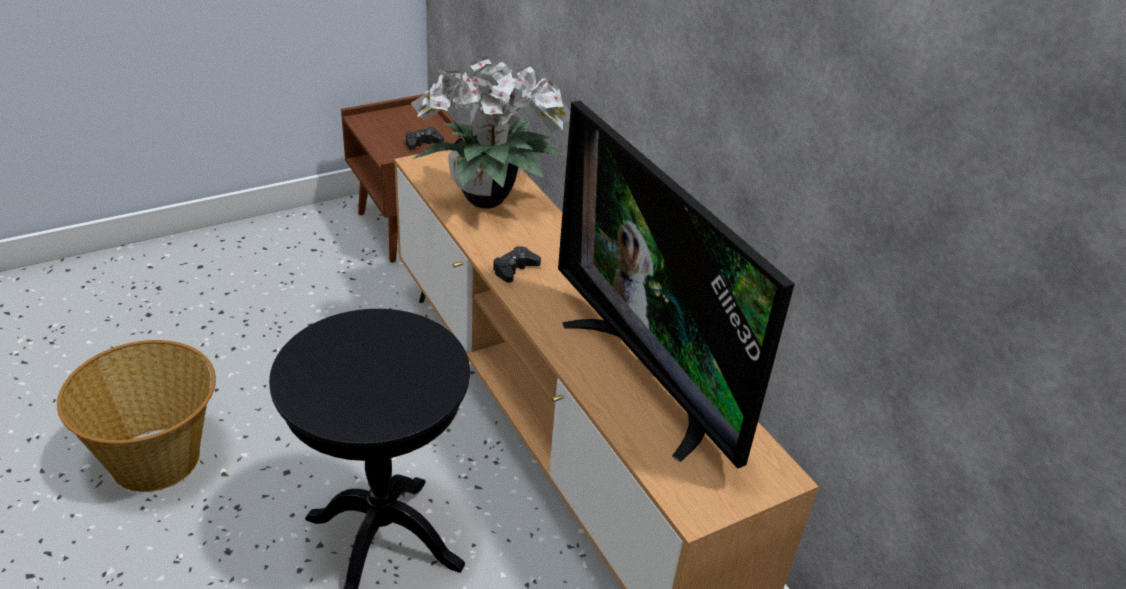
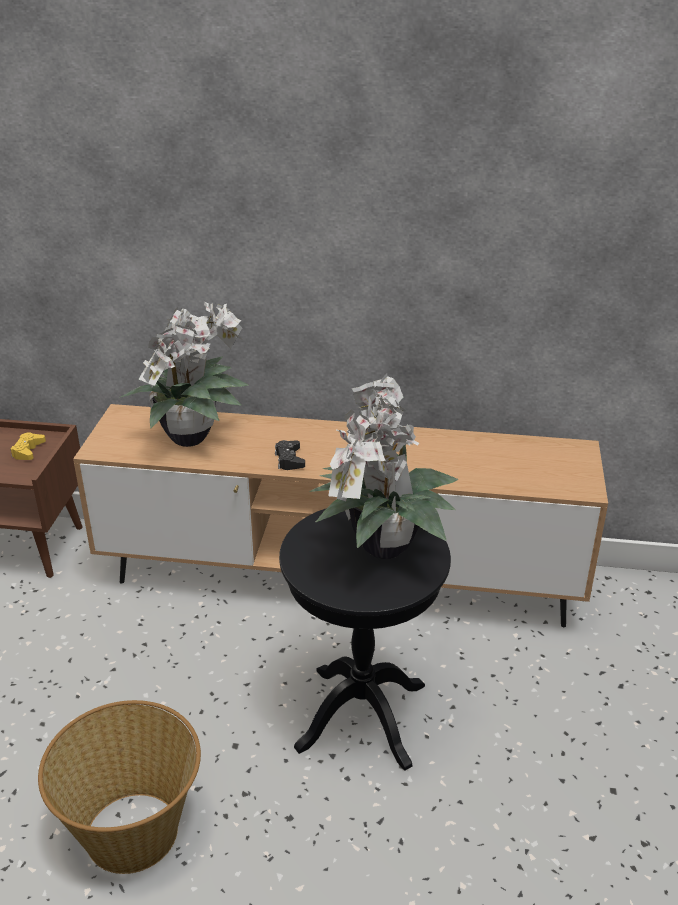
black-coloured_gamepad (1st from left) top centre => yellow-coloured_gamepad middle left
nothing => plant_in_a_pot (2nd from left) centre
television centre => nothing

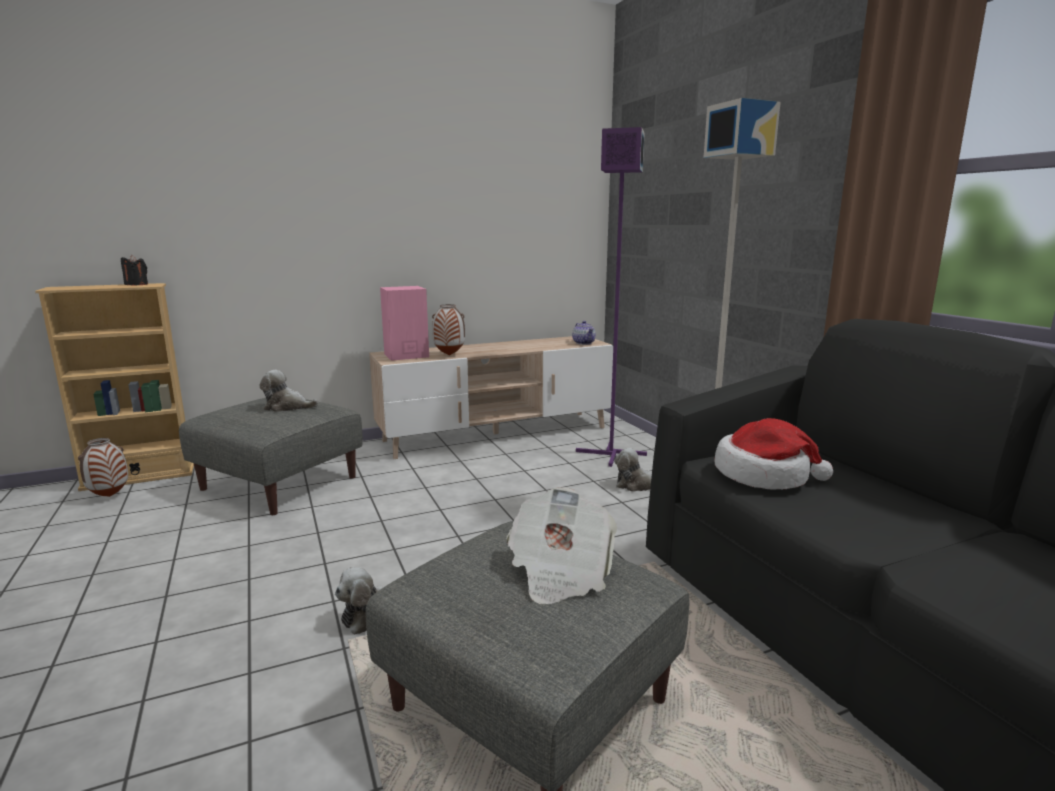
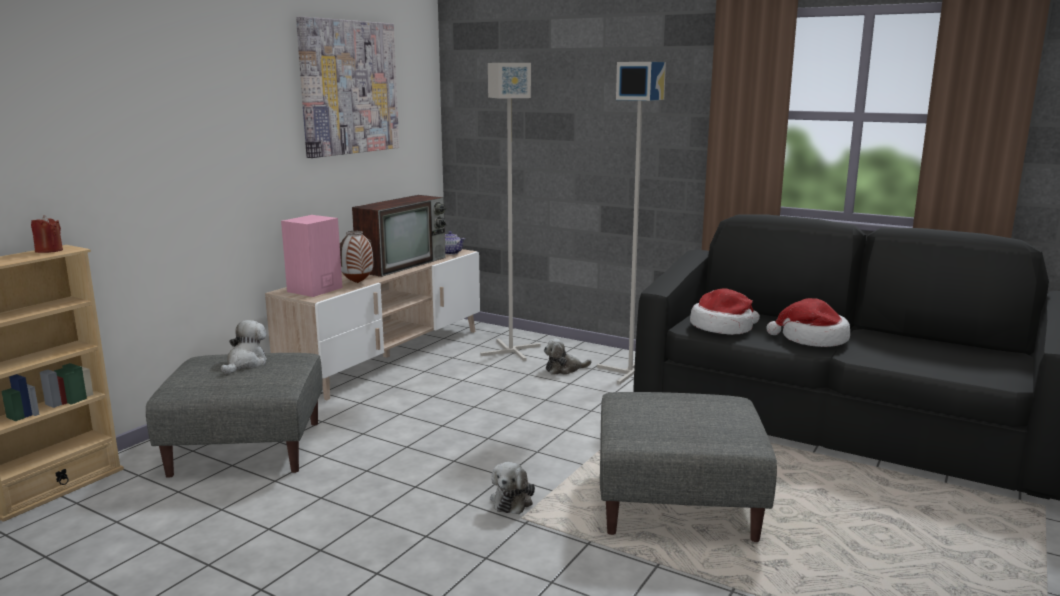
black-coloured_wax_light middle left => red-coloured_wax_light middle left
soft_toy (1st from left) middle left, 135 degrees clockwise
nothing => picture top left
nothing => television centre
purple-coloured_standing_lamp centre => grey_standing_lamp (1st from left) centre
nothing => clothing_hat (2nd from left) middle right
decorative_vase (1st from left) middle left => nothing
newspaper bottom centre => nothing

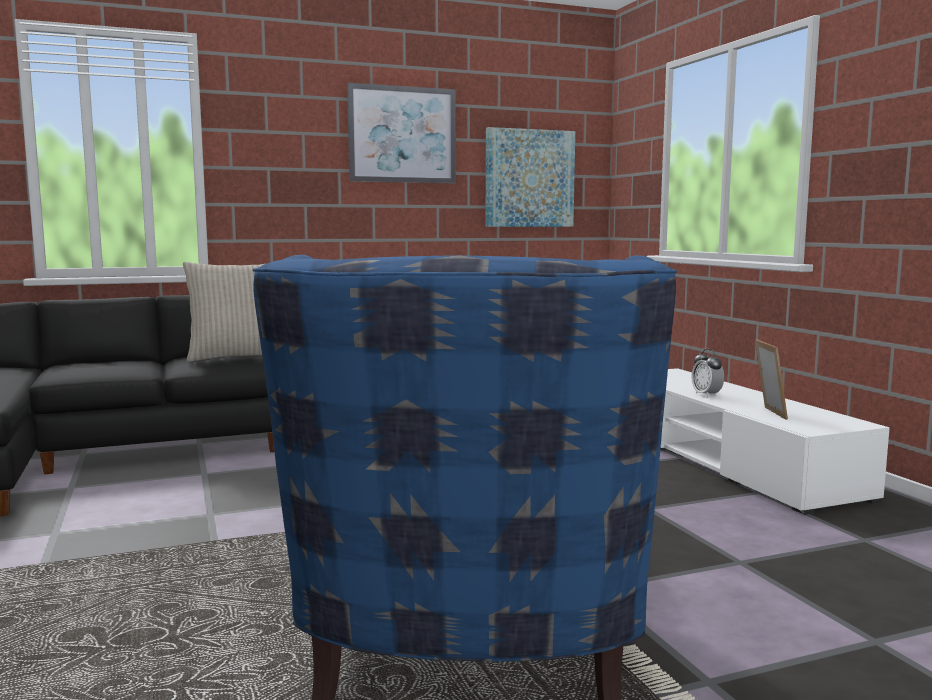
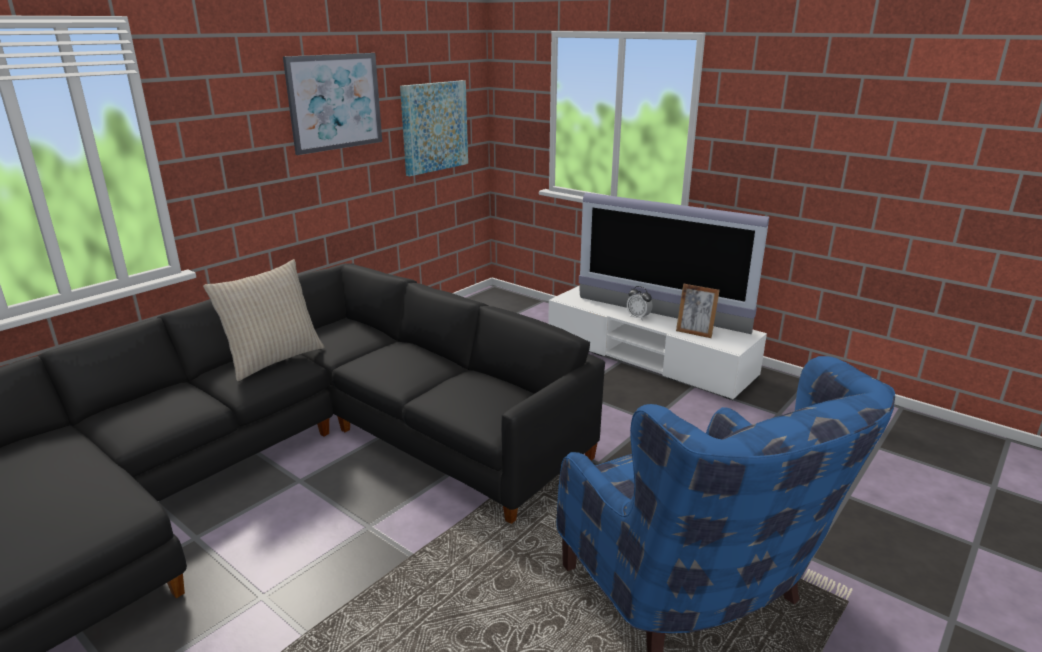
nothing => television centre
standing_frame middle right, 150 degrees clockwise

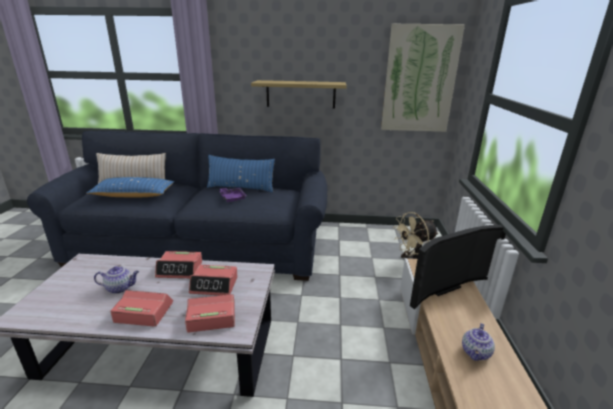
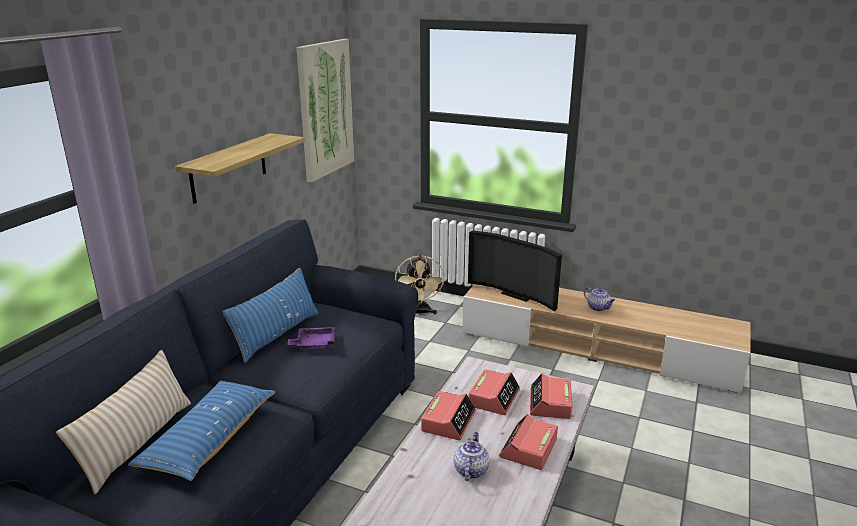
television middle right => television centre, 135 degrees clockwise

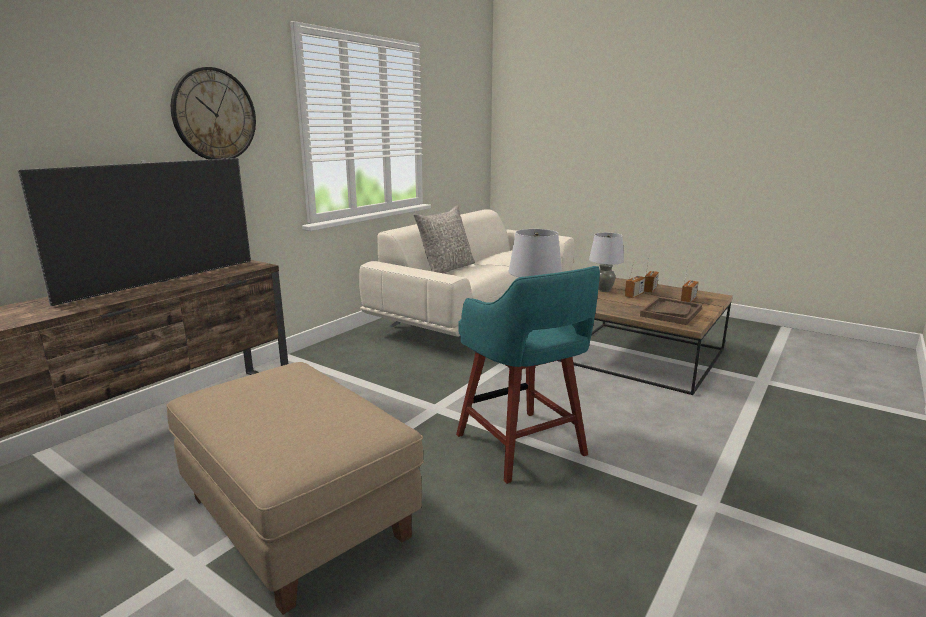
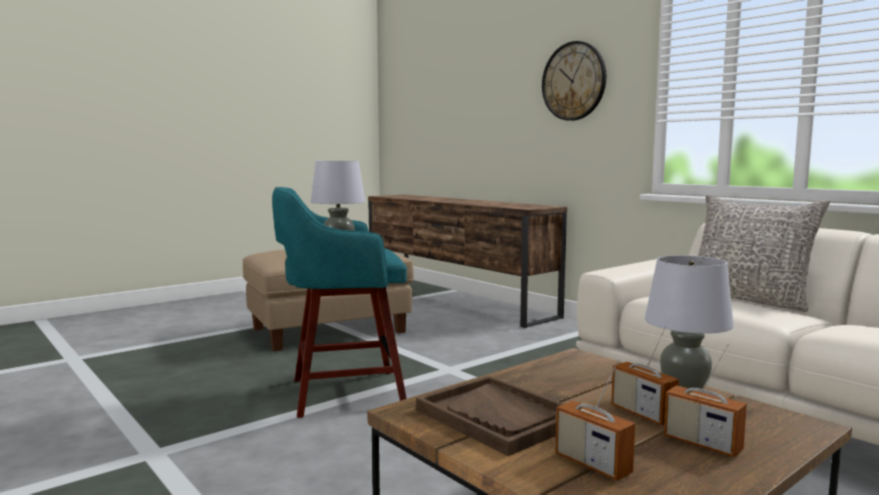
television middle left => nothing

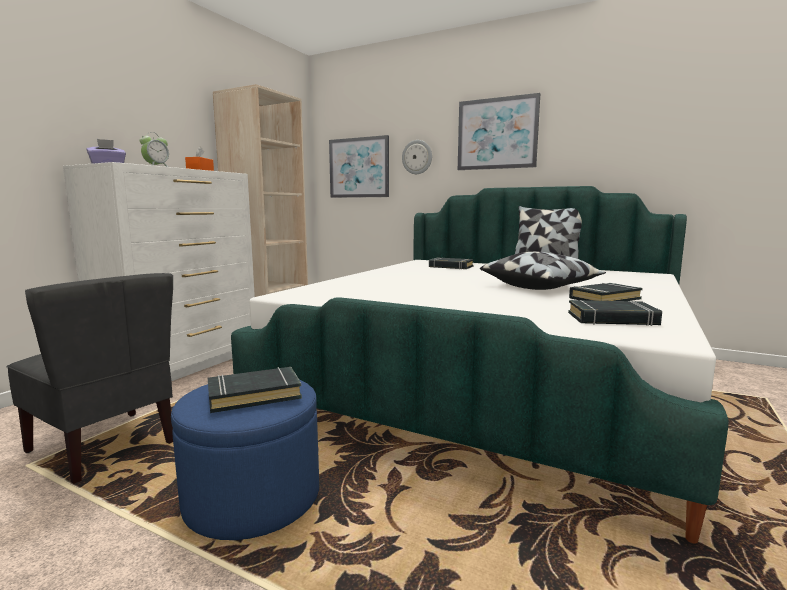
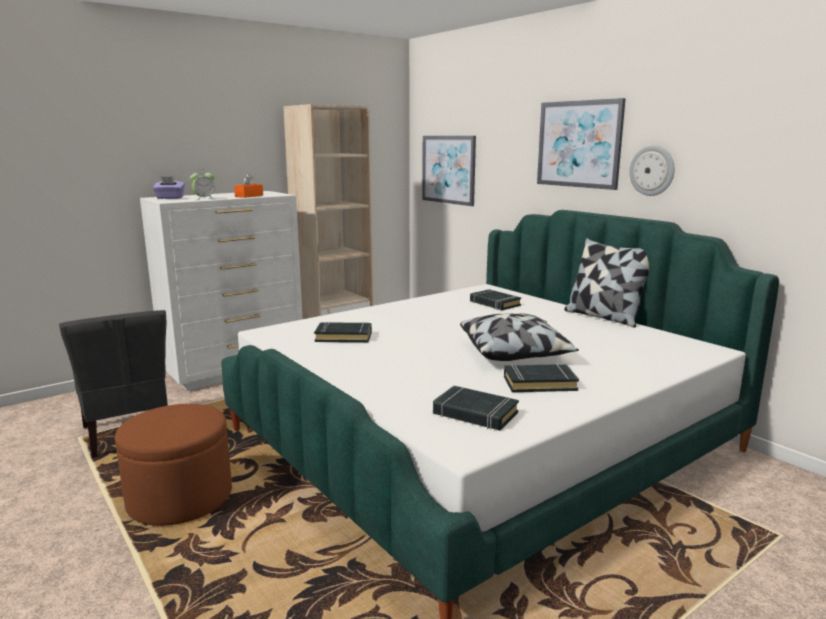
bluish_pouffe bottom left => brown_pouffe bottom left
black-coloured_book (1st from left) middle left => black-coloured_book (1st from left) centre, move
wall_clock top centre => wall_clock top right, move

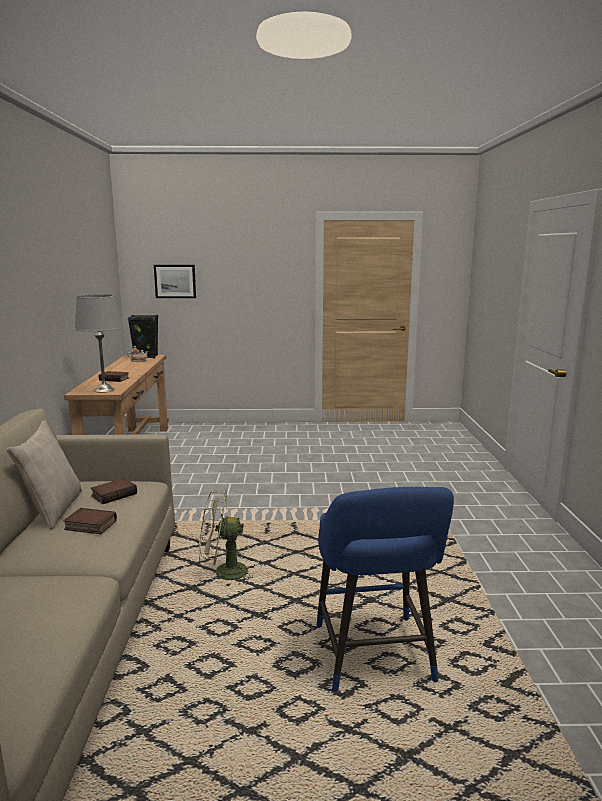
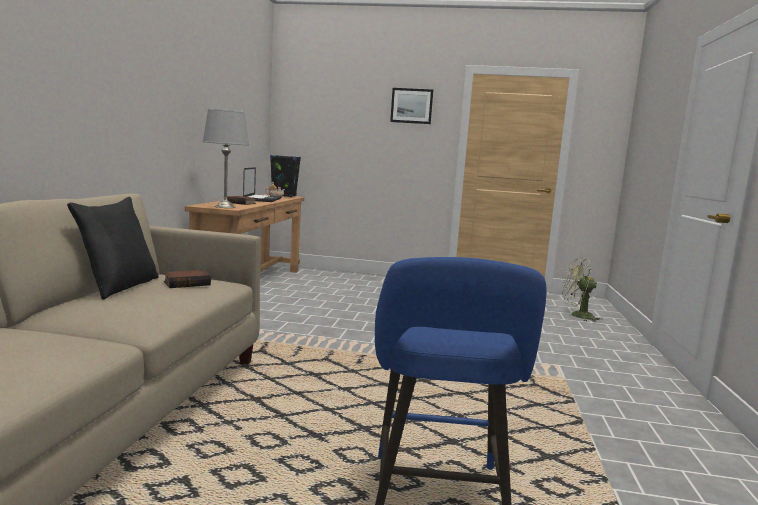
beige-coloured_cushion middle left => black-coloured_cushion middle left
nothing => notebook_computer centre
picture middle left => picture top centre, move
greenish_fan bottom centre => greenish_fan middle right, move
book (1st from left) middle left => nothing

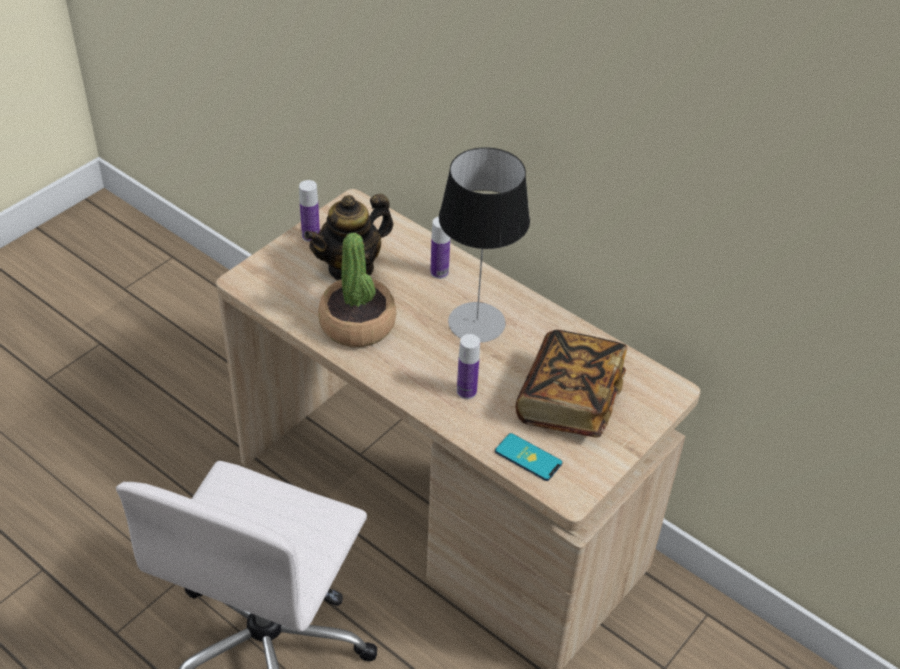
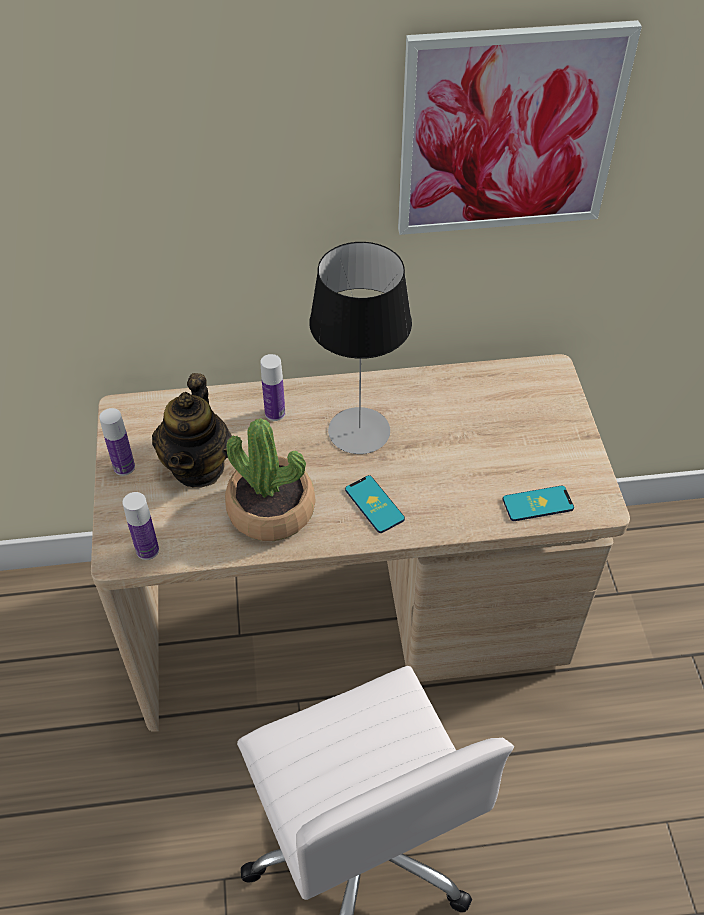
beverage_bottle (3rd from left in the first image) centre => beverage_bottle (2nd from left) middle left, move
nothing => telephone (1st from left) centre
nothing => picture top right
book centre => nothing

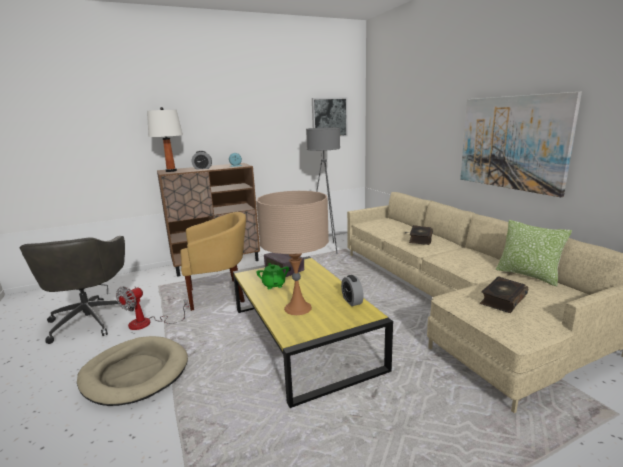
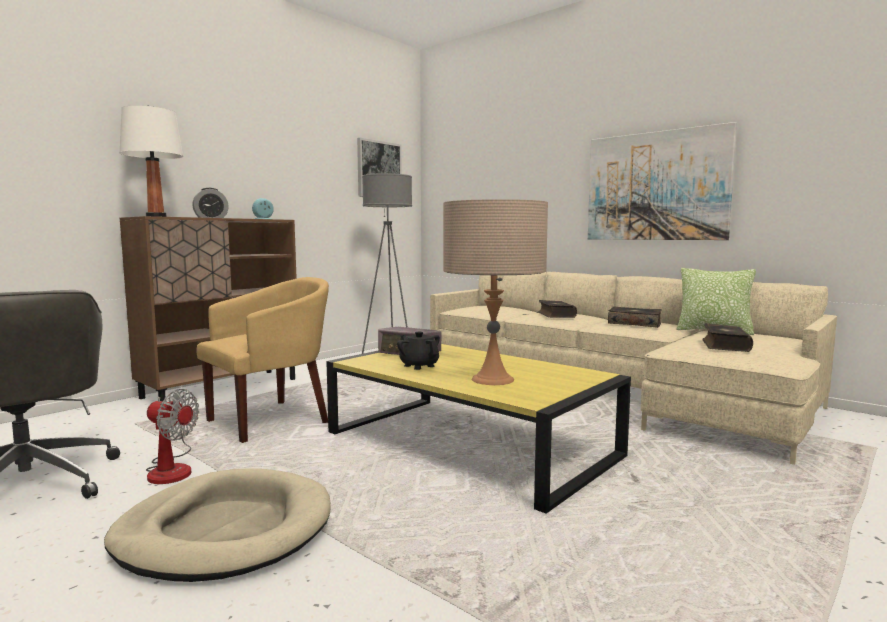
fan middle left => fan bottom left, 75 degrees counterclockwise
greenish_teapot centre => black-coloured_teapot centre
nothing => book (2nd from left) middle right
bedside_clock (3rd from left) centre => nothing

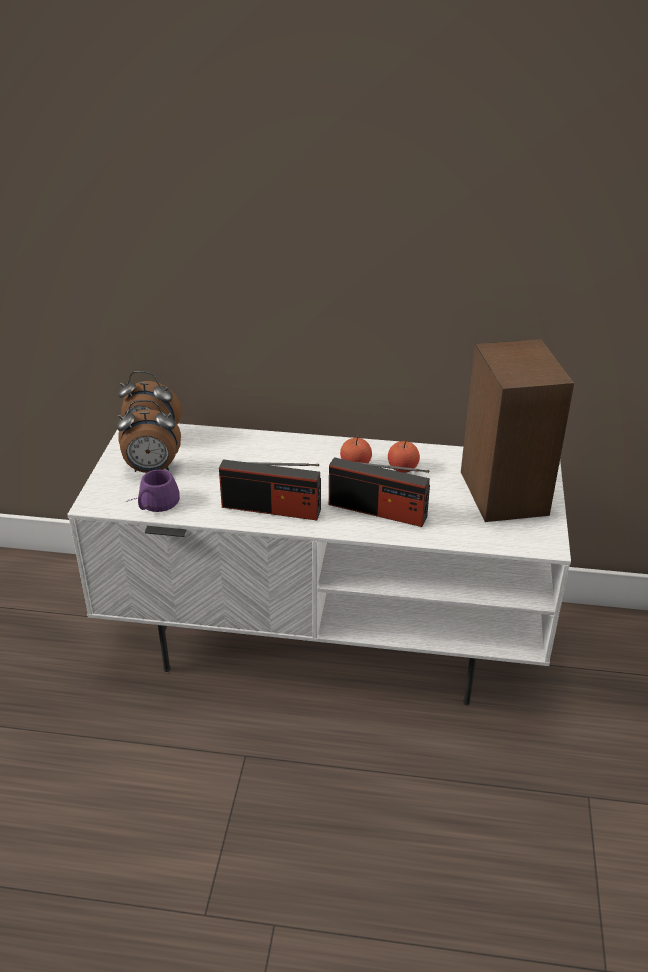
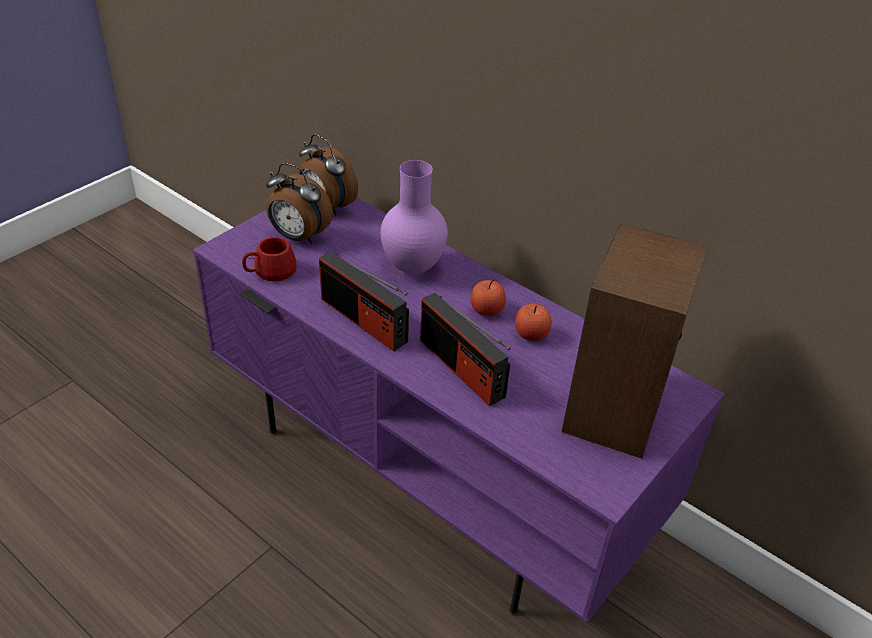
white-coloured_media_console centre => purple-coloured_media_console centre
purple-coloured_tea_mug middle left => red-coloured_tea_mug middle left
nothing => purple-coloured_decorative_vase centre

